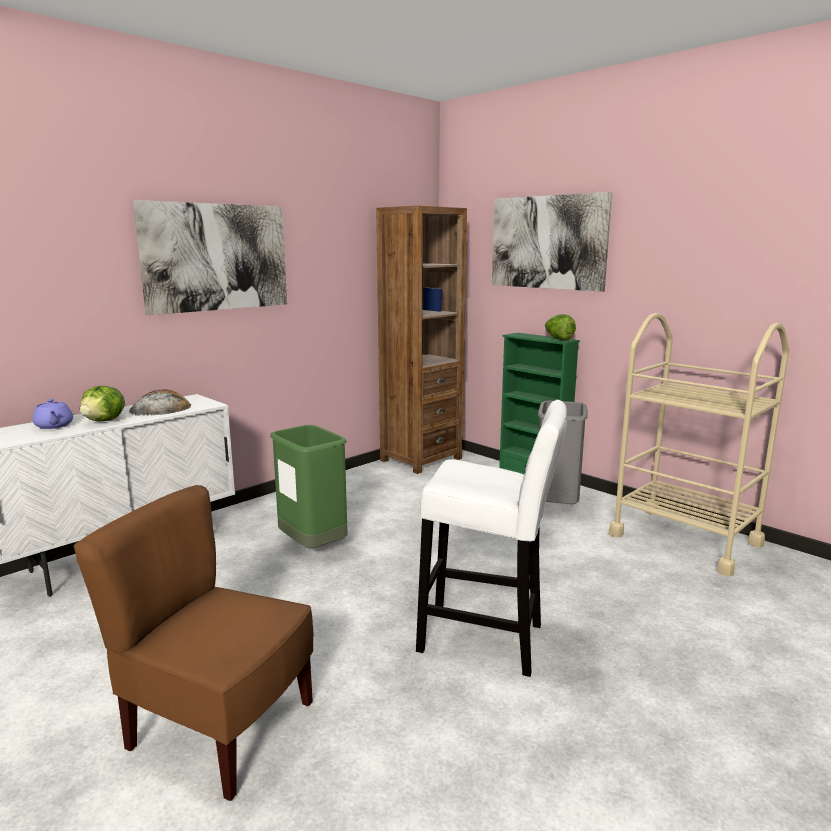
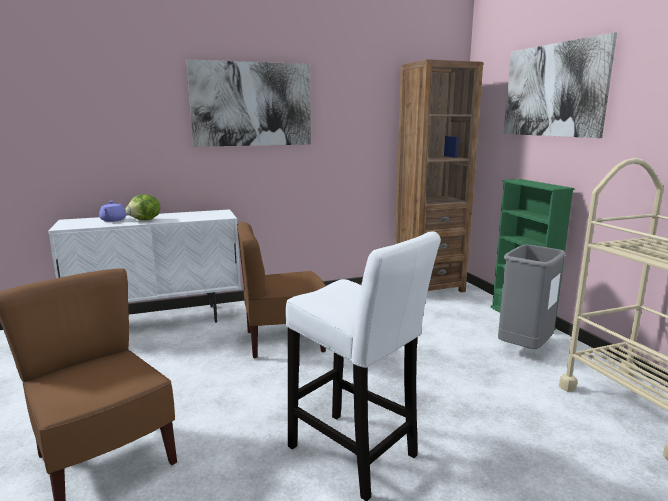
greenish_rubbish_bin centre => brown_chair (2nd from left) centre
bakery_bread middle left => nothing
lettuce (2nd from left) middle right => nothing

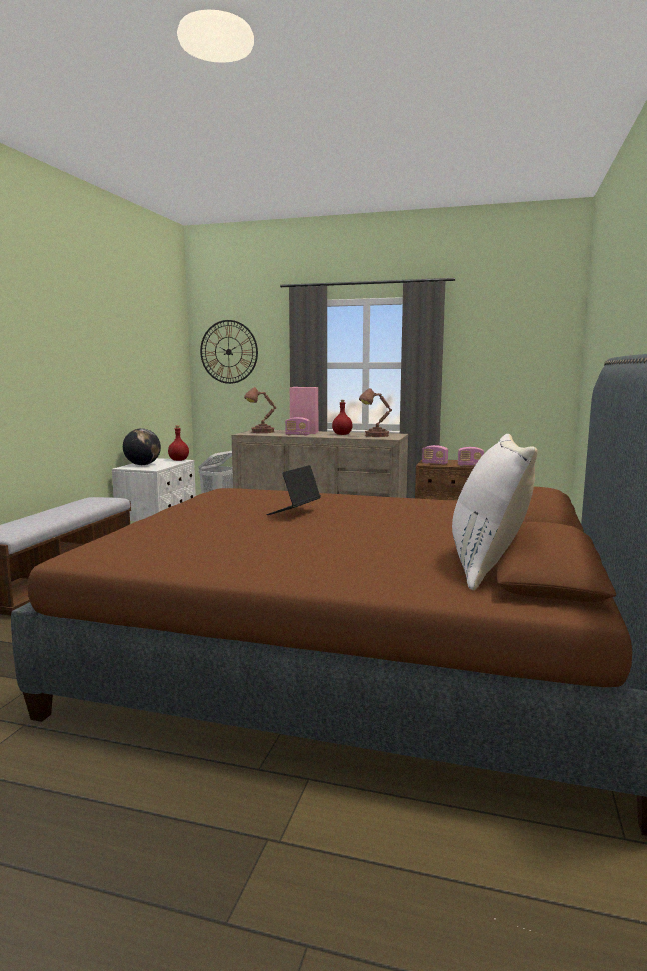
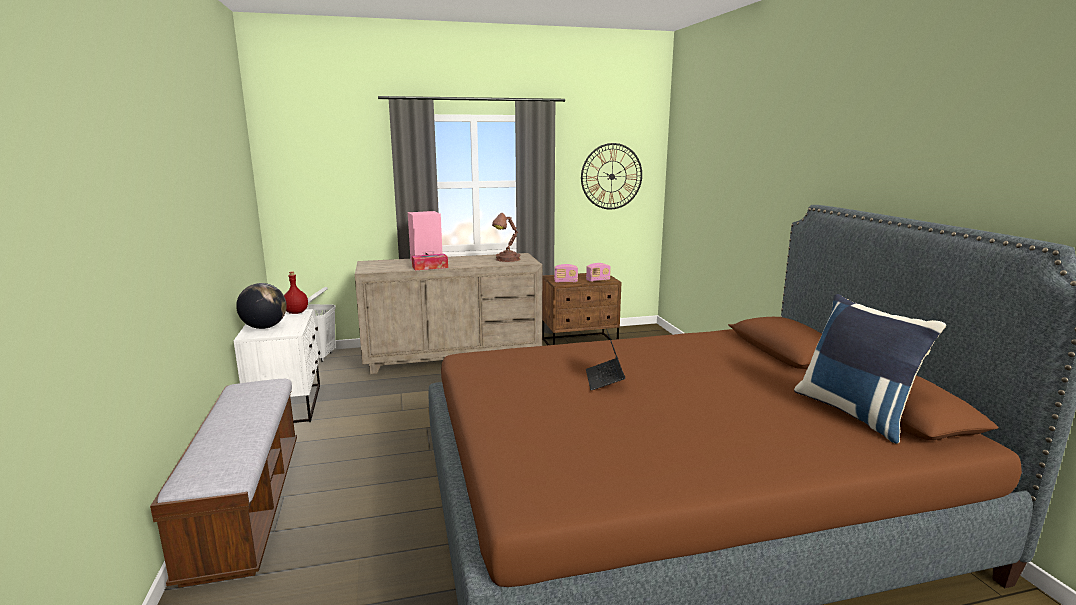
radio_receiver (1st from left) centre => tissue_box centre
wall_clock centre => wall_clock top centre, move
white-coloured_cushion middle right => bluish_cushion middle right
brown_lamp_for_a_table (1st from left) centre => nothing
red-coloured_beverage_bottle (2nd from left) centre => nothing

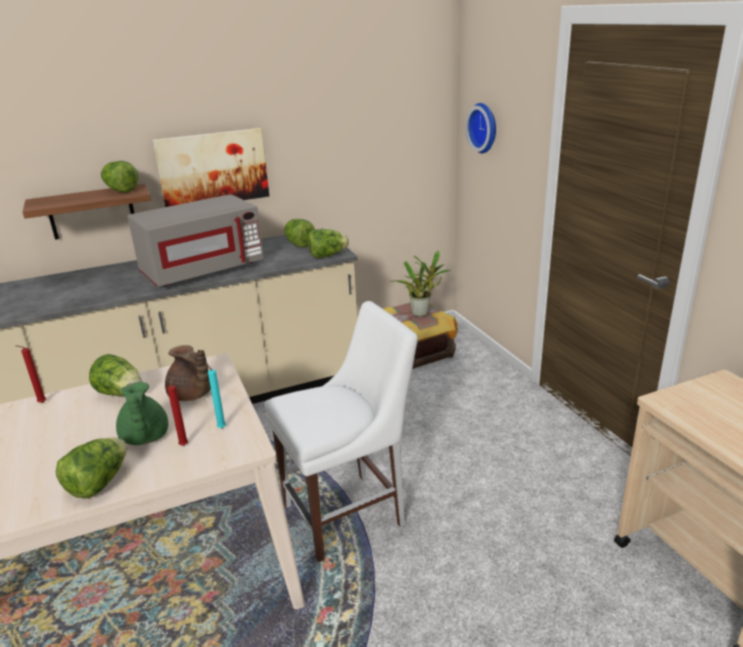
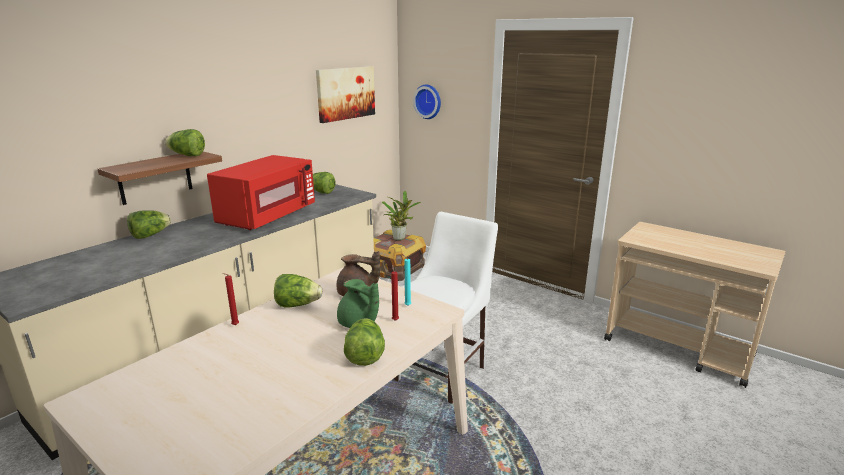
lettuce (5th from left in the first image) centre => lettuce (1st from left) middle left, move
grey_microwave middle left => red-coloured_microwave middle left
picture top left => picture top centre, move

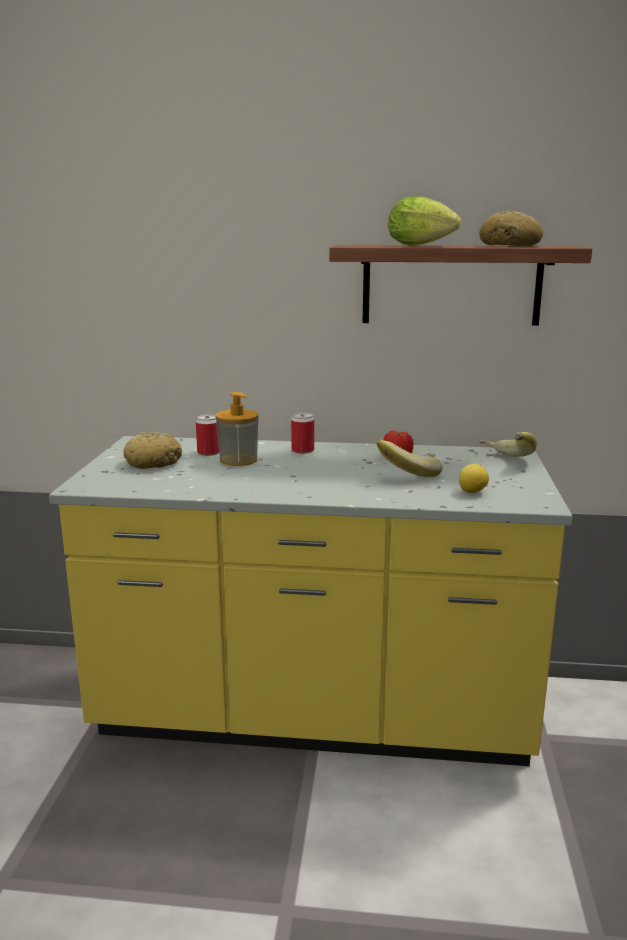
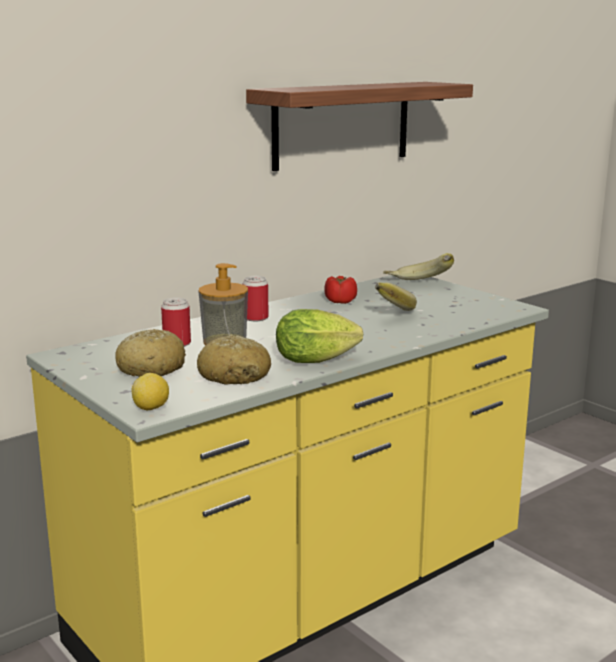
lemon middle right => lemon middle left, move
bakery_bread (2nd from left) top right => bakery_bread (2nd from left) centre, move
lettuce top right => lettuce centre, move

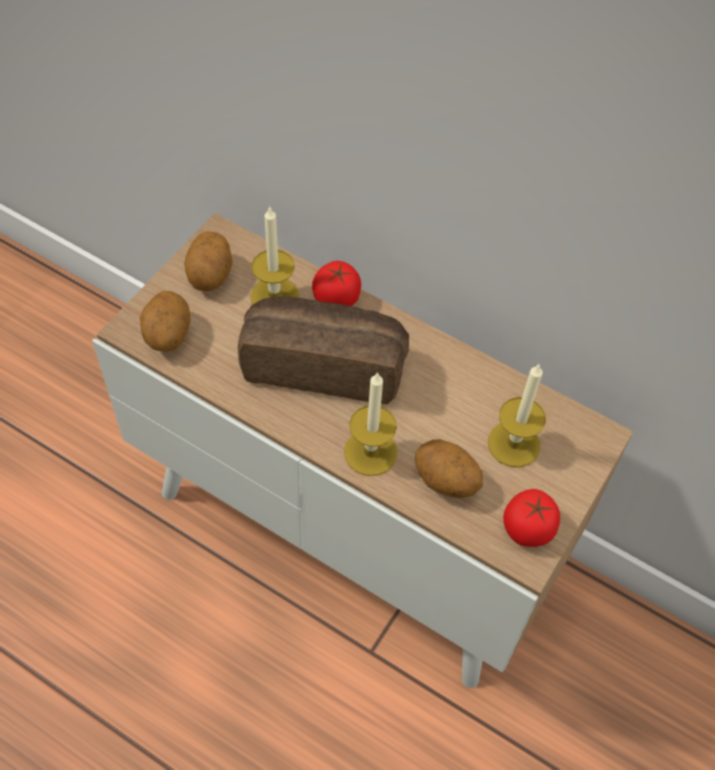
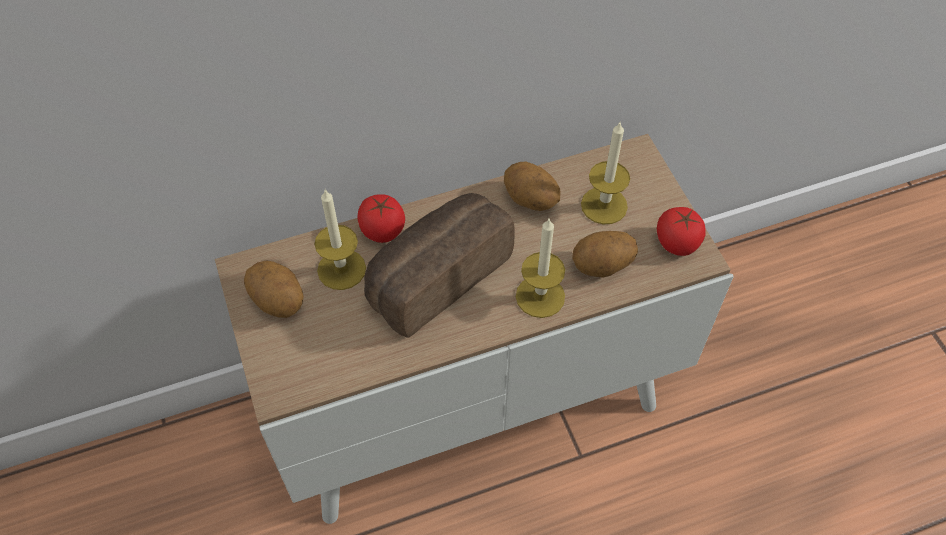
spud (1st from left in the first image) middle left => spud (2nd from left) centre, move

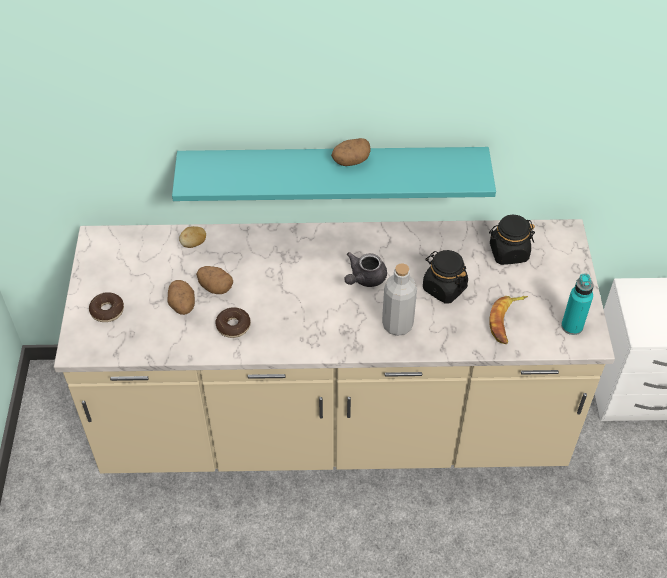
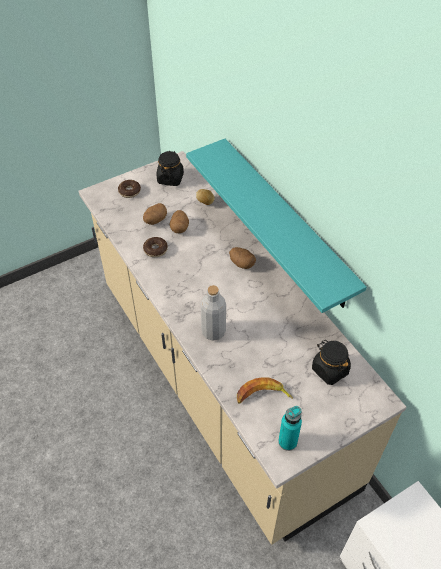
black-coloured_storage_jar (1st from left) middle right => black-coloured_storage_jar (1st from left) top centre, move
spud (4th from left) top centre => spud (4th from left) centre, move
grey_teapot centre => nothing

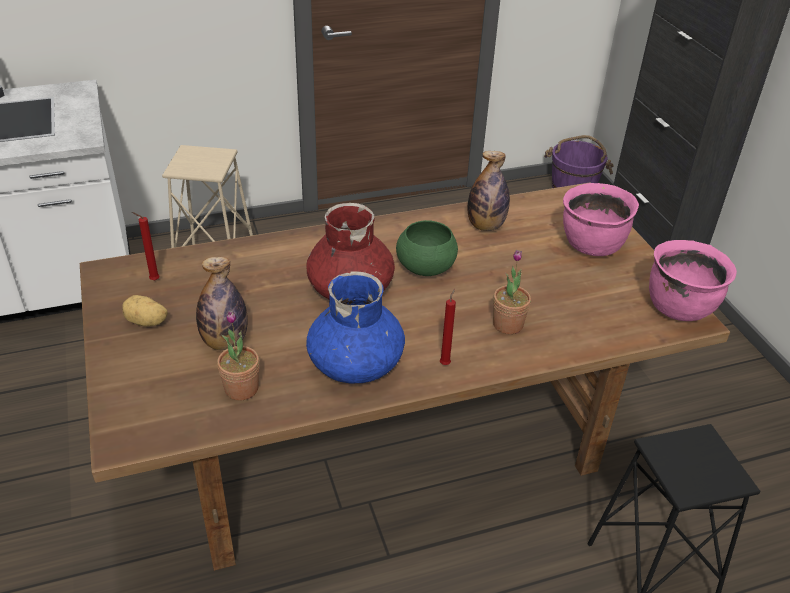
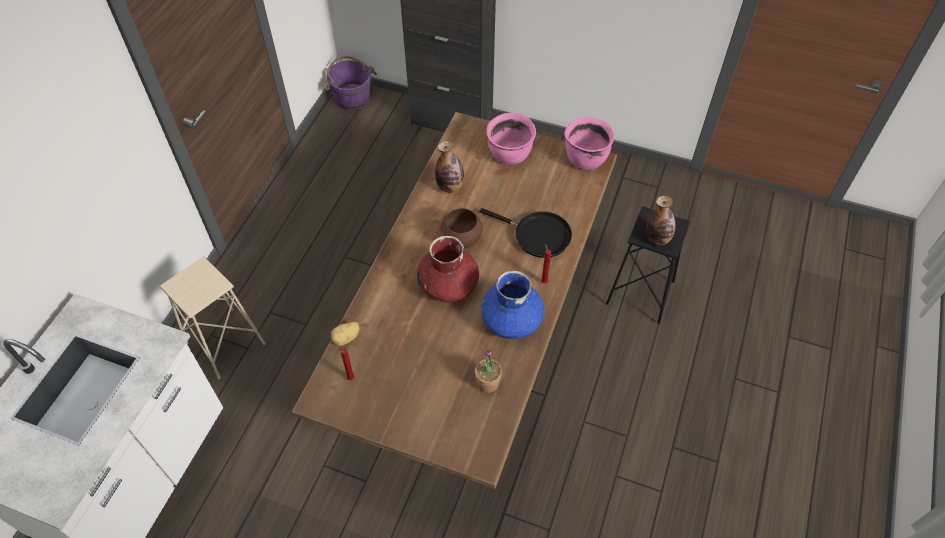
spud middle left => spud centre, move
greenish_deep_dish centre => brown_deep_dish centre
plant_in_a_pot (2nd from left) centre => black-coloured_frying_pan centre
beverage_bottle (1st from left in the first image) middle left => beverage_bottle (2nd from left) middle right, move

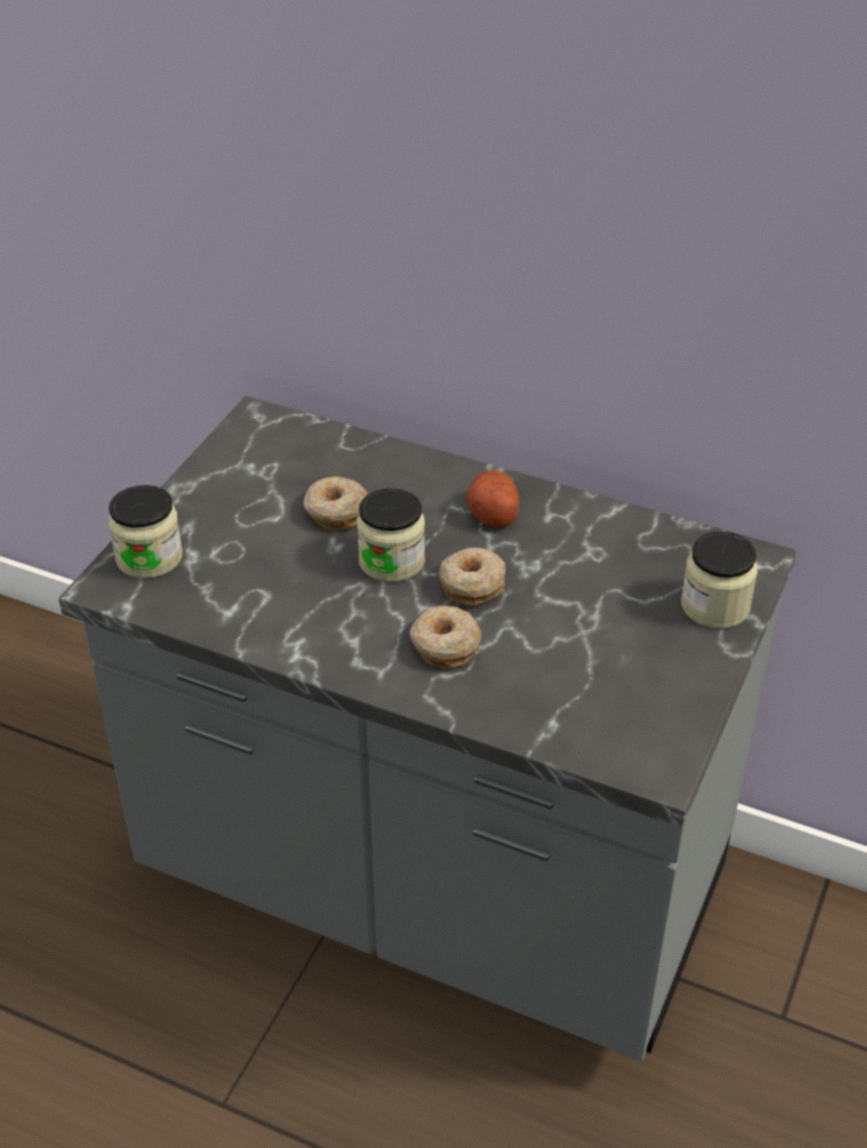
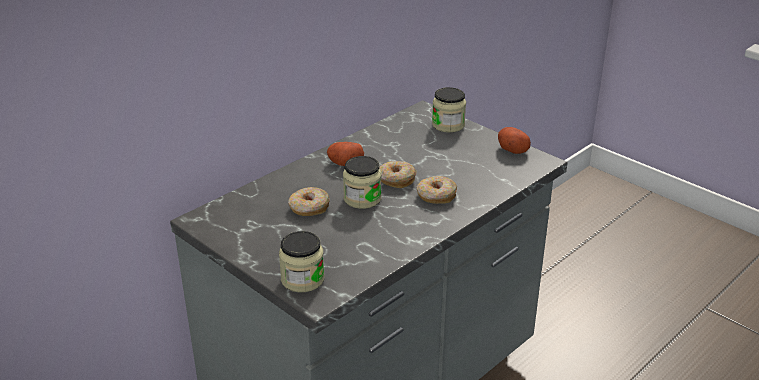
nothing => spud (2nd from left) middle right

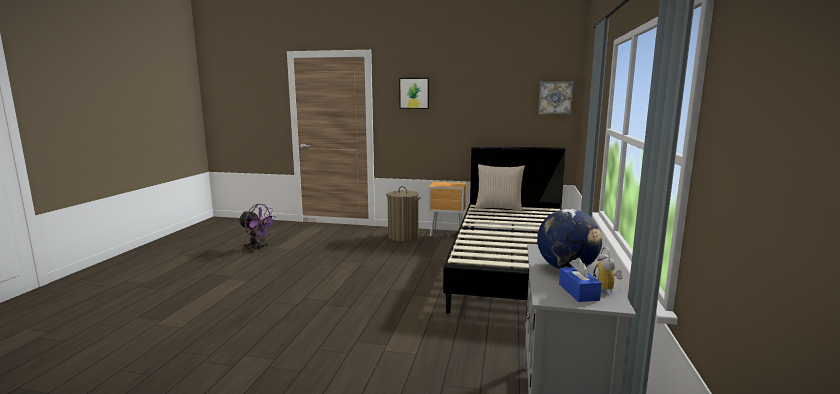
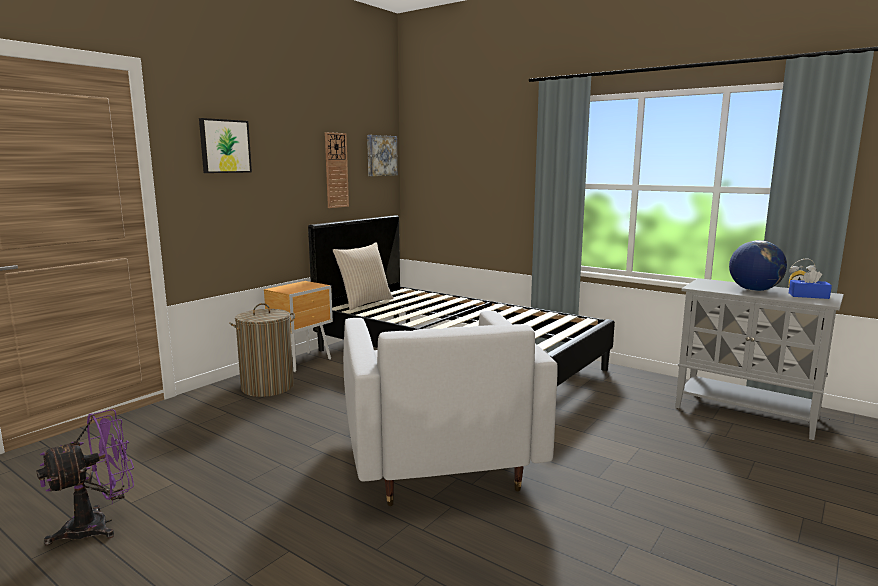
nothing => wall_clock top centre
nothing => white-coloured_armchair bottom centre

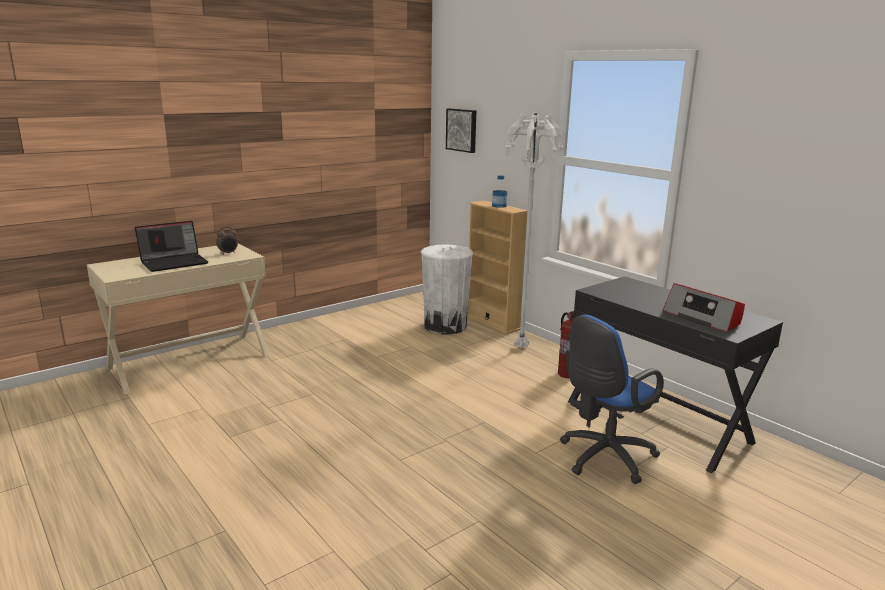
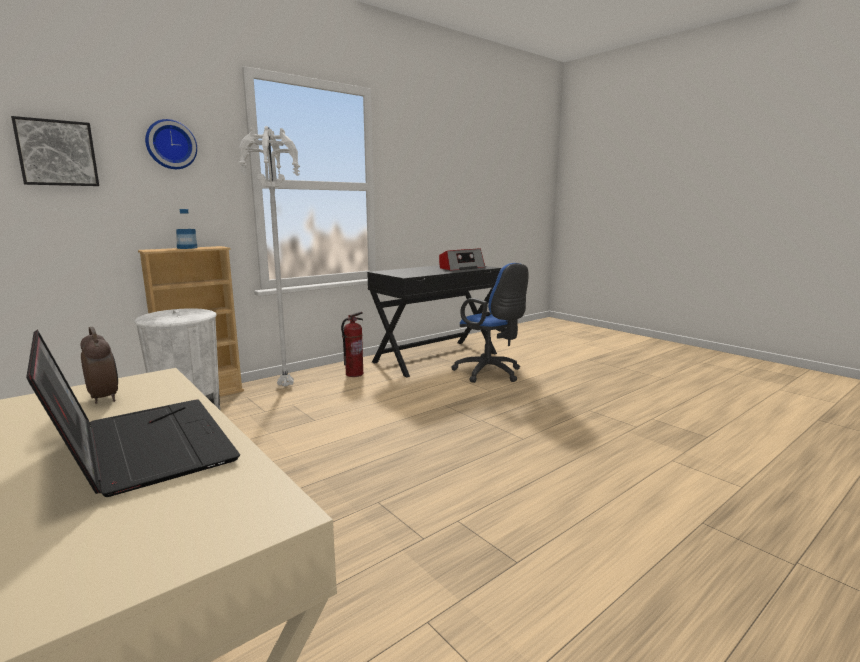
nothing => wall_clock top left

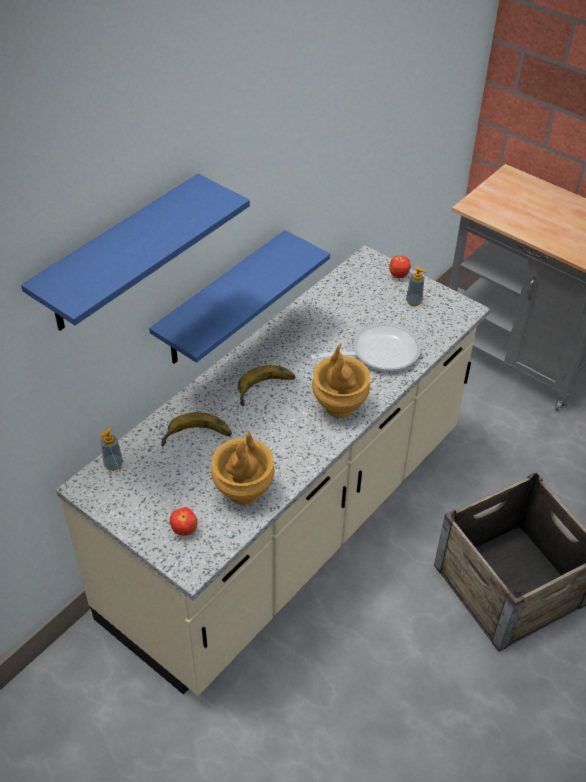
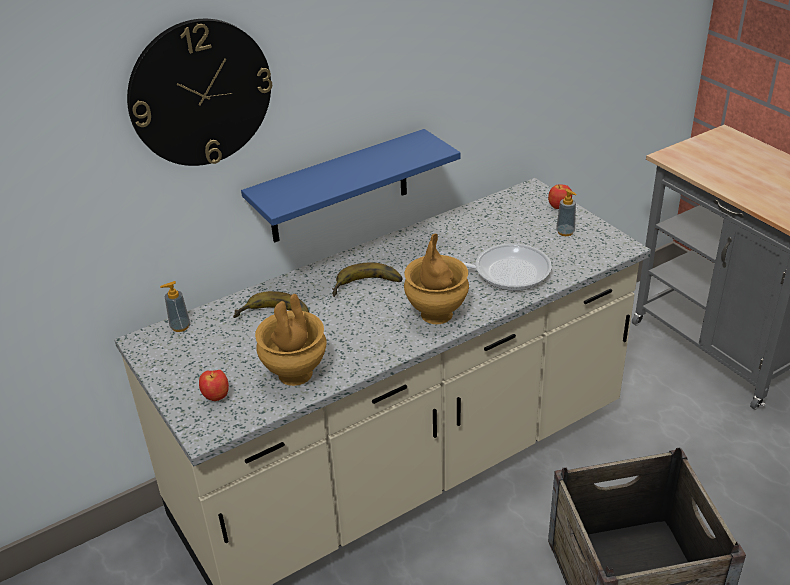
bluish_bracket_shelf (1st from left) top left => wall_clock top left

